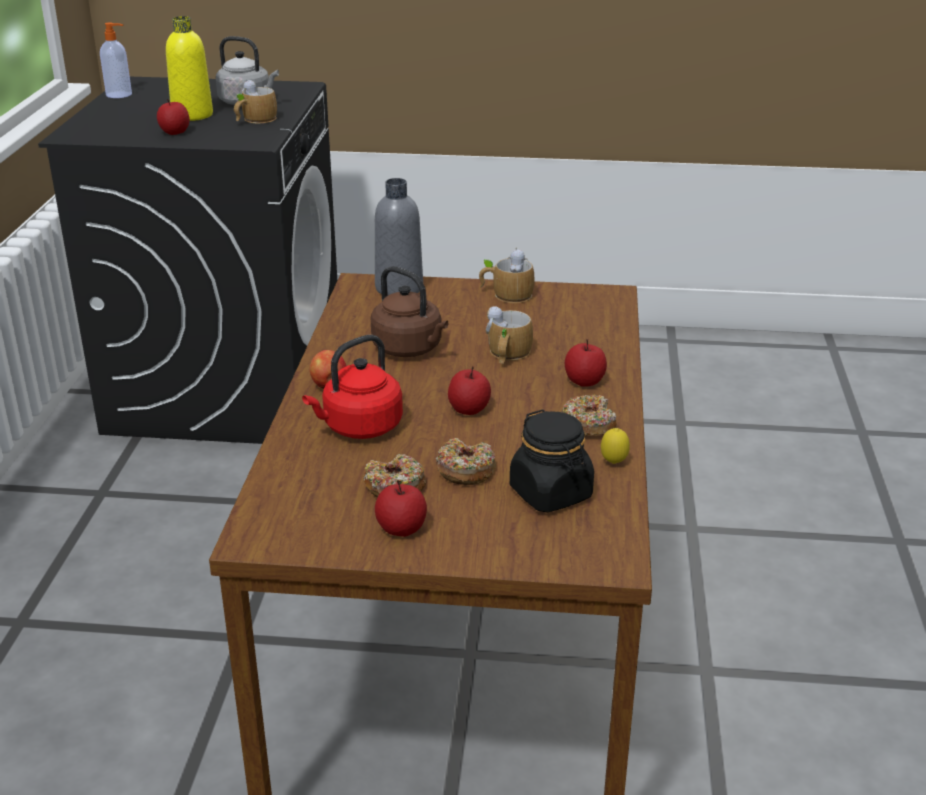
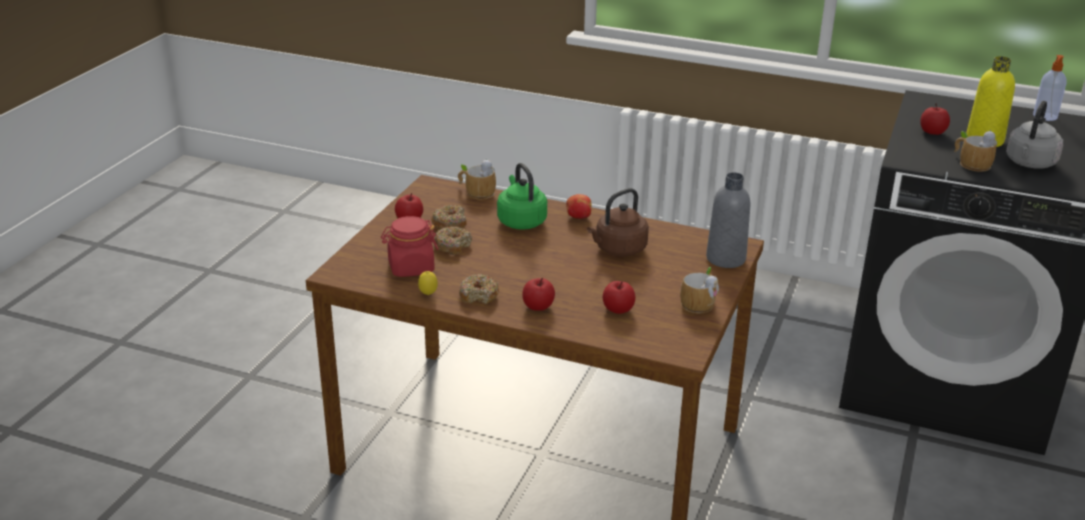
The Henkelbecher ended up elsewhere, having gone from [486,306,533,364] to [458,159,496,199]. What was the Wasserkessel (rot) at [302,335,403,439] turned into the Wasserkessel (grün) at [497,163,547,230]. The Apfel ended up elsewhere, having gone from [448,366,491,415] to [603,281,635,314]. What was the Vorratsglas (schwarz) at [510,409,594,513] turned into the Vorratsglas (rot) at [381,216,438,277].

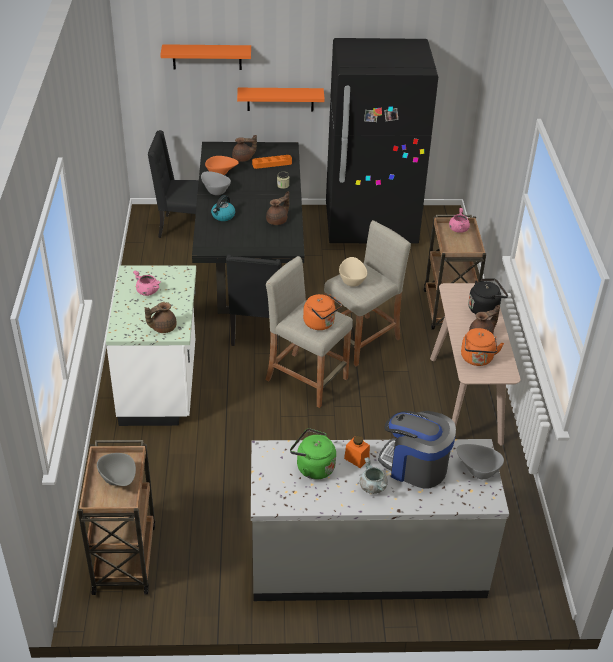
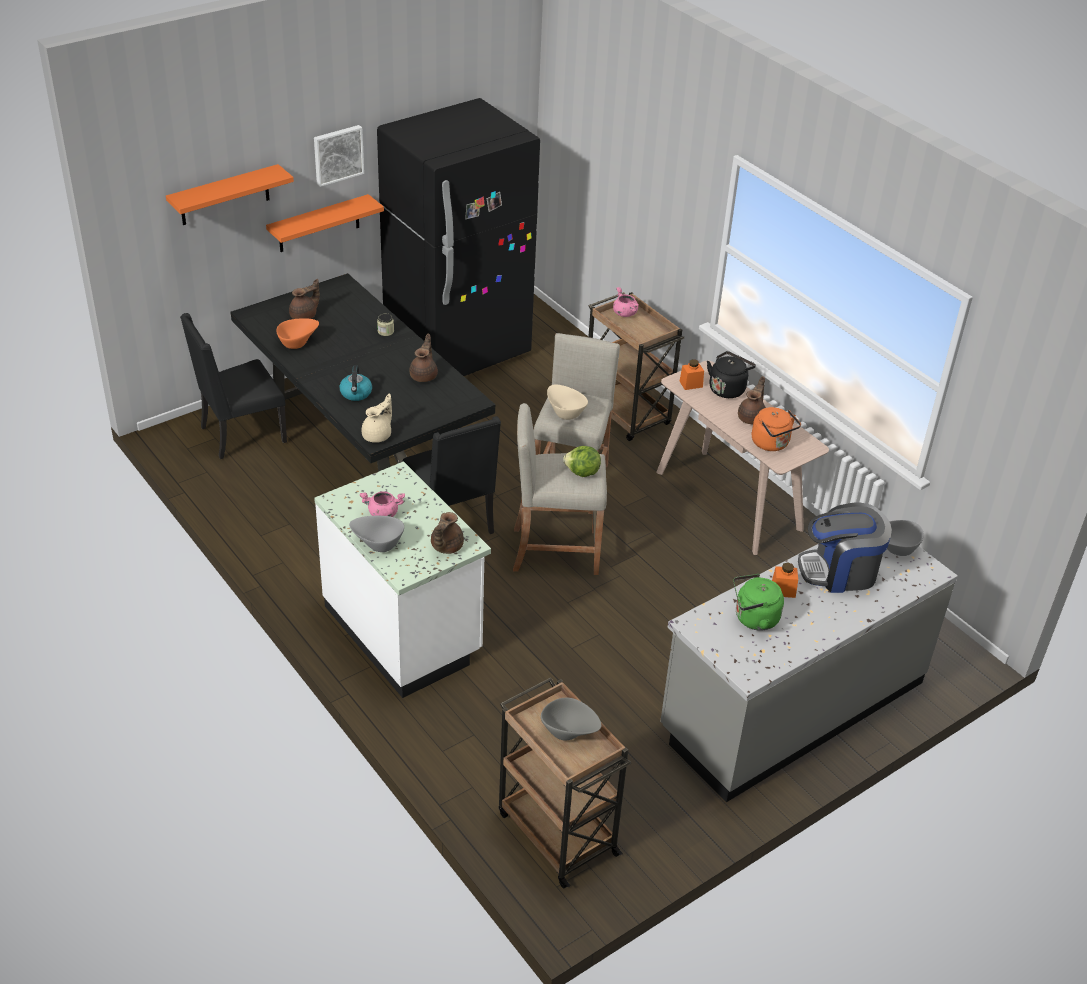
The second view lost the Tablett (orange) at [252,155,292,169]. The Schüssel (grau) ended up elsewhere, having gone from [201,171,231,195] to [349,516,404,552]. Where the Wasserkessel (orange) stood at [303,294,342,330], the Salatkopf came to stand at [563,446,601,477]. The second view lost the Kochtopf (grau) at [359,457,388,494]. The second view gained the Bild at [314,125,364,187]. The second view gained the Vorratsglas (orange) at [679,359,704,390]. The second view gained the Teekanne (beige) at [362,394,392,443].

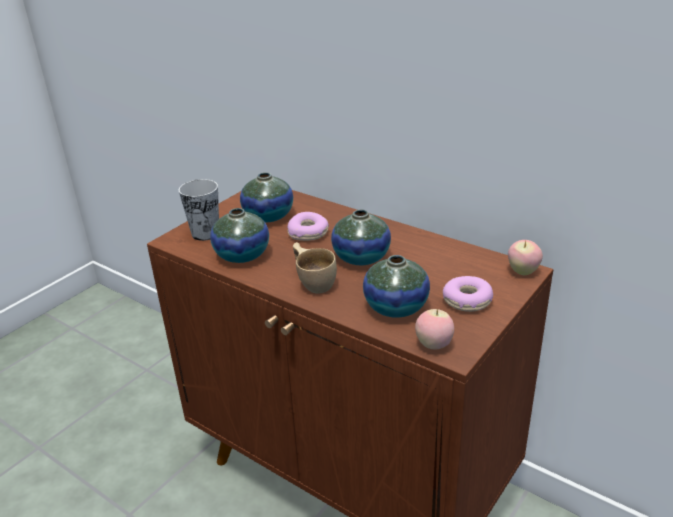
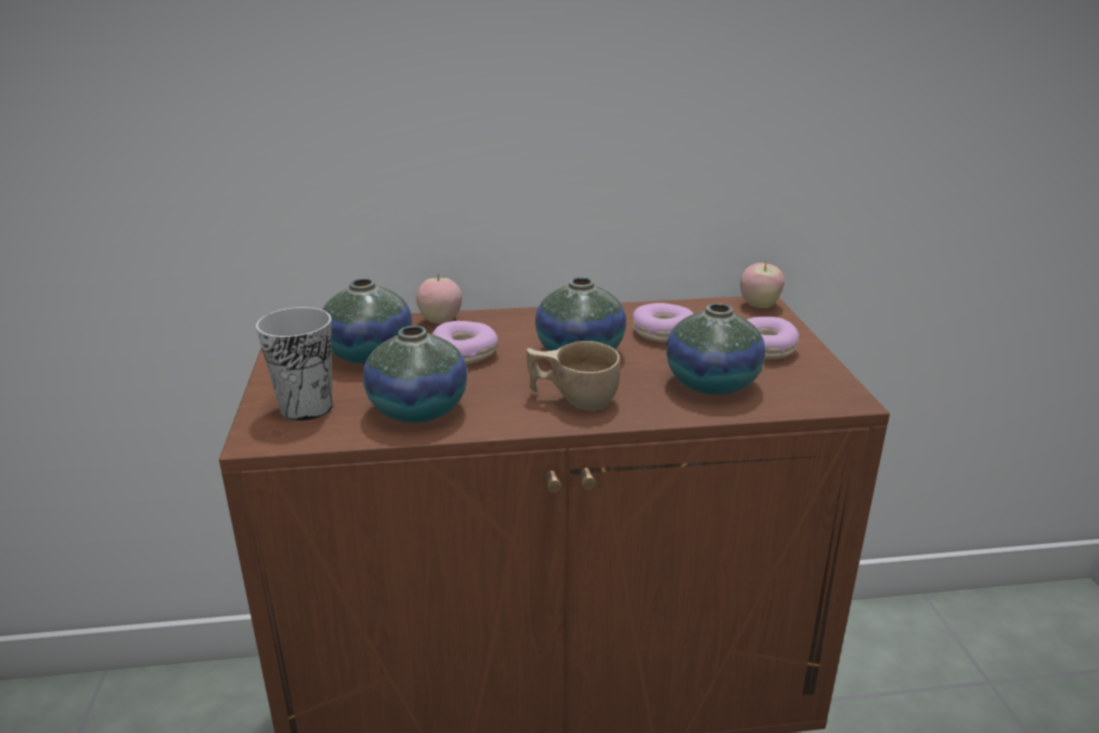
The Apfel ended up elsewhere, having gone from [415,309,454,349] to [416,273,462,324]. The second view gained the Donut at [633,303,693,343].

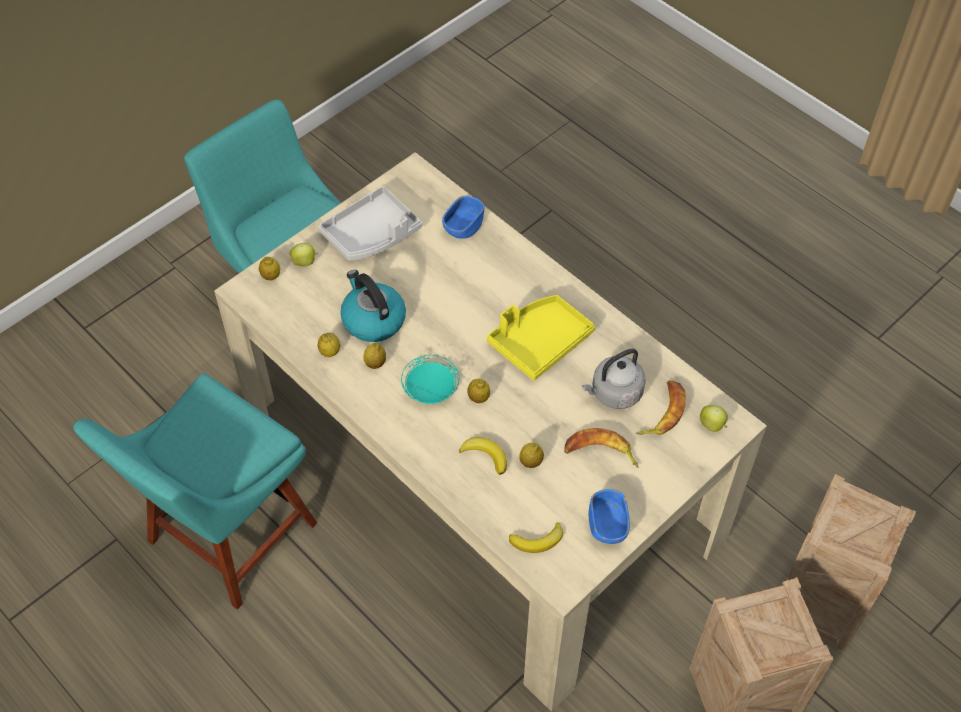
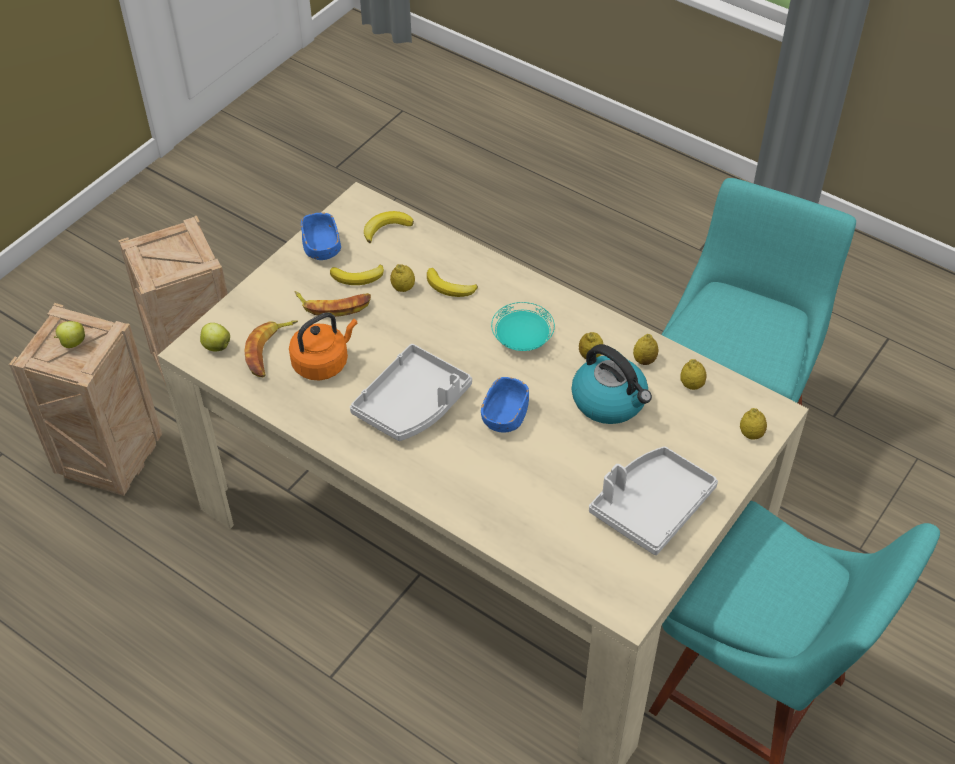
The Schüssel (blau) ended up elsewhere, having gone from [442,196,485,239] to [481,377,529,433]. The Apfel ended up elsewhere, having gone from [290,243,318,266] to [54,321,85,348]. What was the Tablett (gelb) at [487,295,595,380] turned into the Tablett (grau) at [350,344,472,441]. What was the Wasserkessel (grau) at [582,349,646,409] turned into the Wasserkessel (orange) at [289,312,357,380]. The Zitrone ended up elsewhere, having gone from [467,379,490,403] to [680,359,706,390]. The second view gained the Banane at [330,265,384,285].

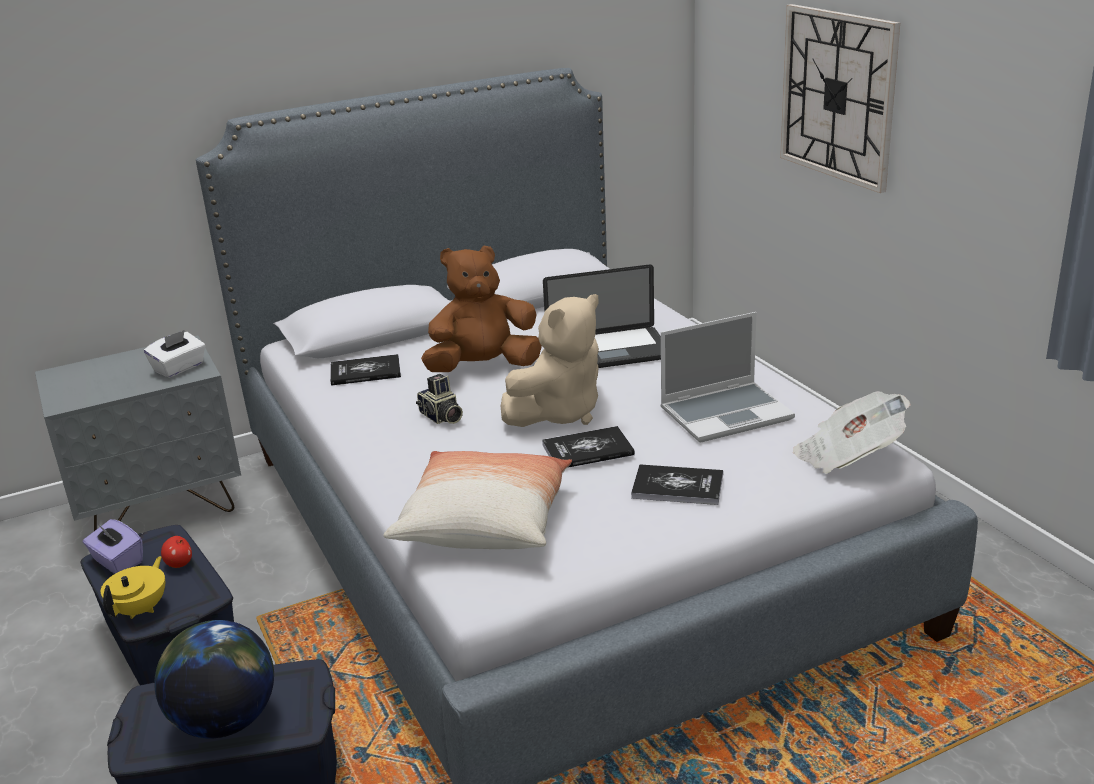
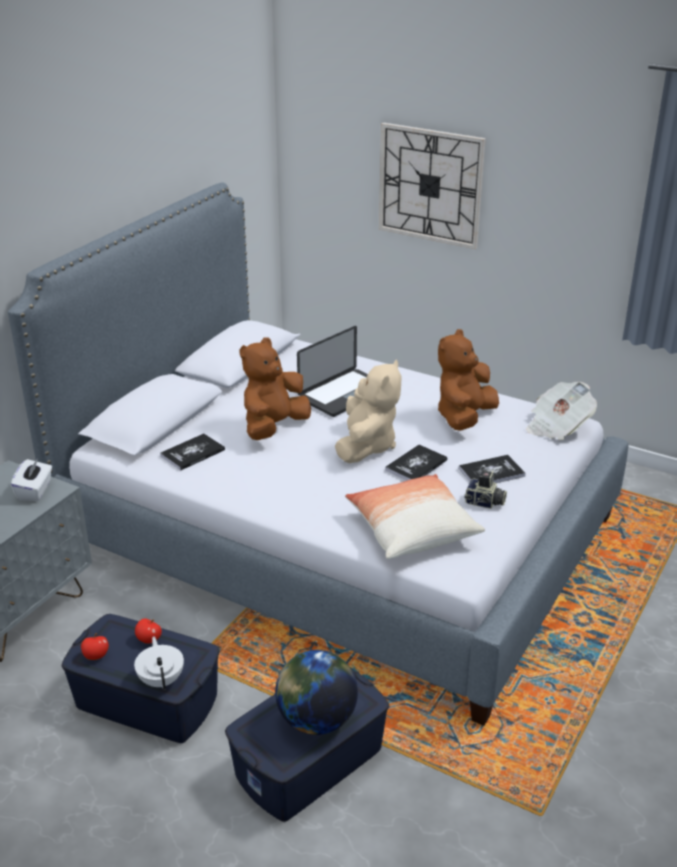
Where the Laptop stood at [661,312,795,443], the Plüschtier (braun) came to stand at [438,329,499,431]. The Kamera ended up elsewhere, having gone from [416,374,463,424] to [464,471,507,509]. Where the Taschentuchbox (lila) stood at [83,519,143,574], the Apfel came to stand at [81,633,109,660]. What was the Teekanne (gelb) at [101,556,165,619] turned into the Teekanne (weiß) at [134,636,184,690].

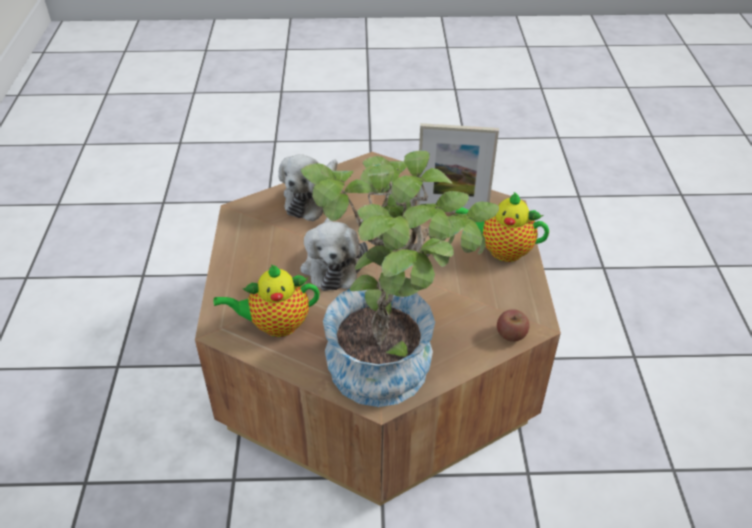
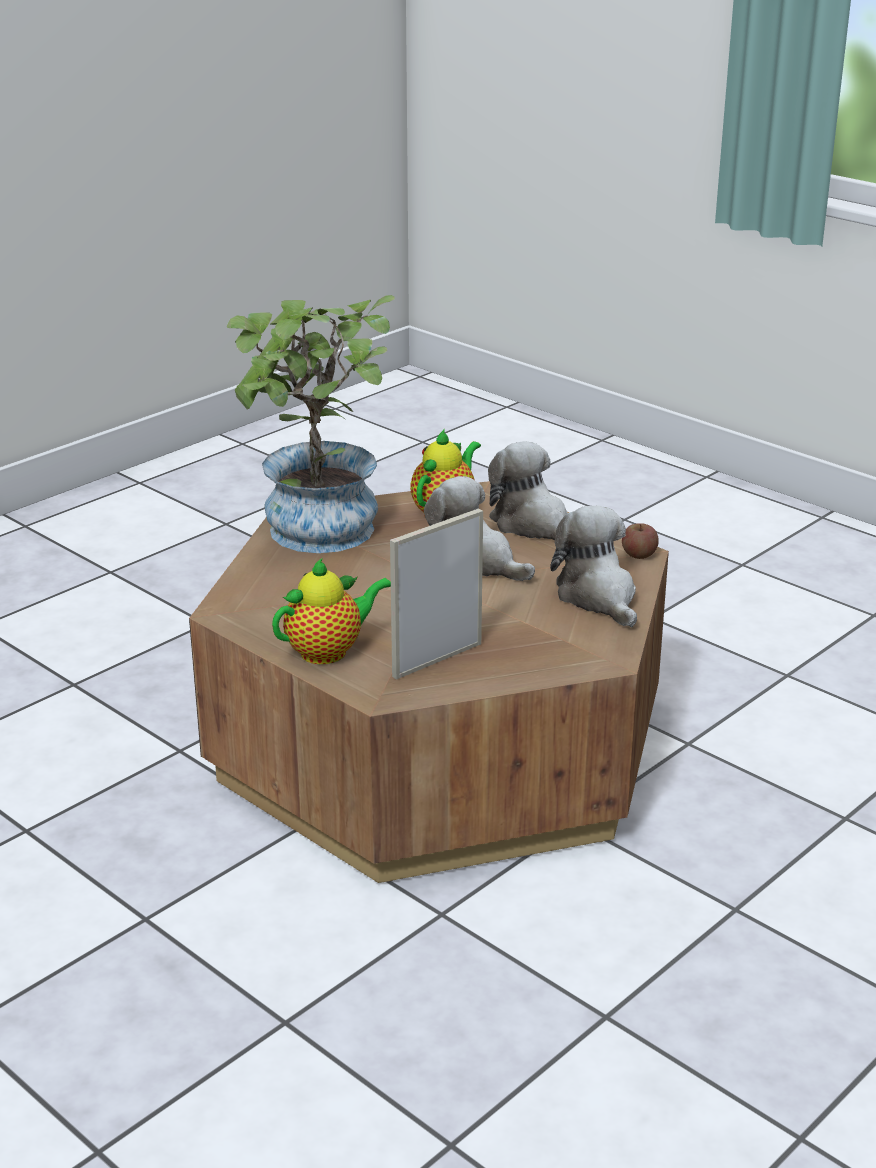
The Apfel ended up elsewhere, having gone from [497,309,529,342] to [622,523,659,559]. The second view gained the Plüschtier at [488,441,567,540].

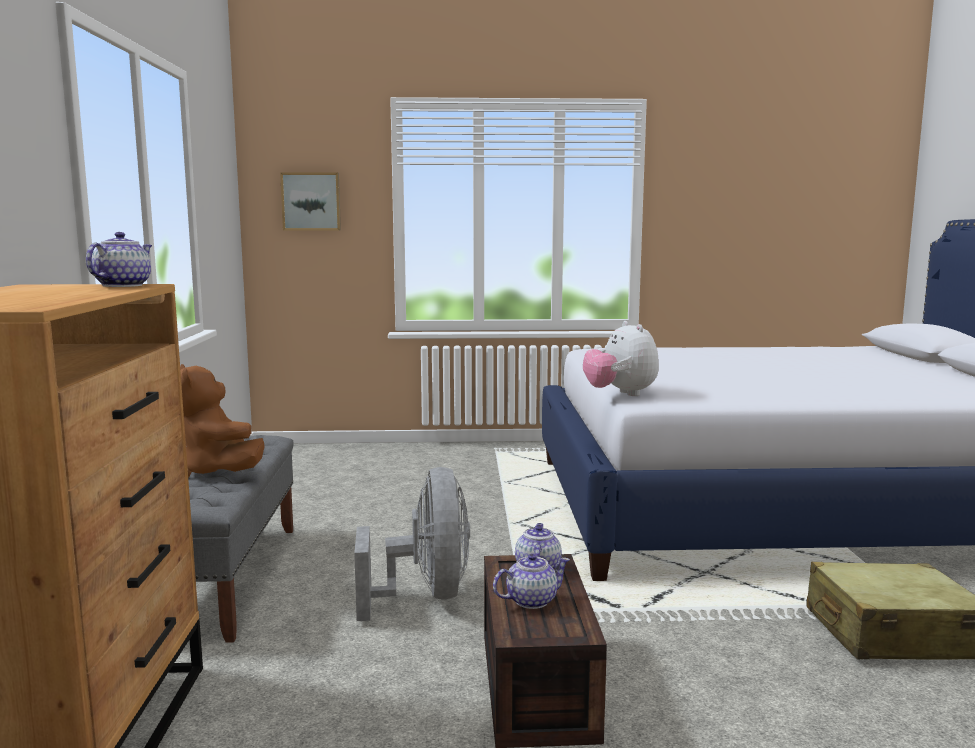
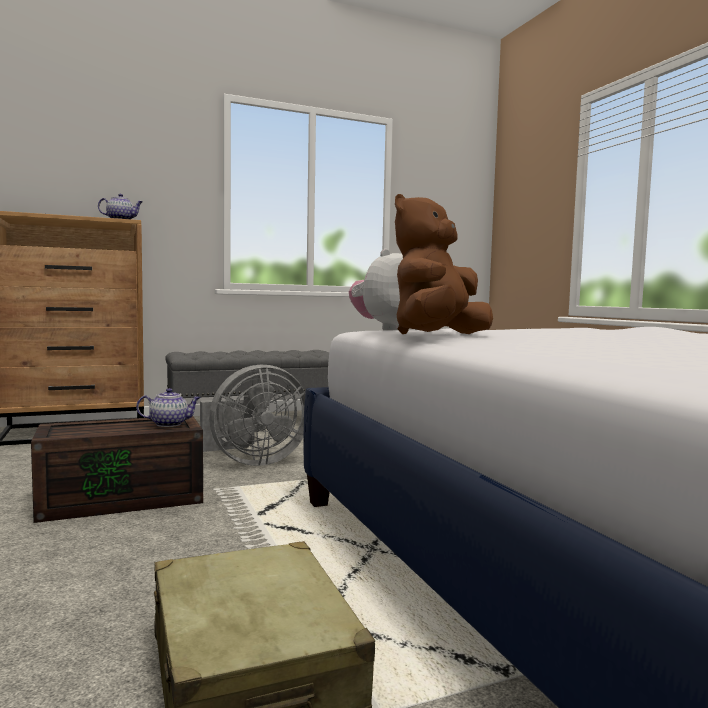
The second view lost the Bild at [280,172,341,231]. The Plüschtier (braun) ended up elsewhere, having gone from [180,364,265,478] to [395,194,493,334]. The second view lost the Teekanne at [493,554,570,609].

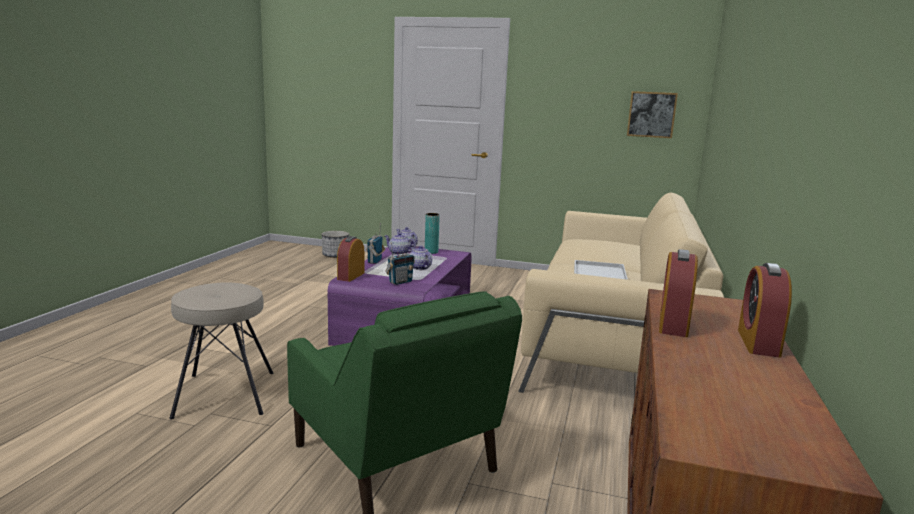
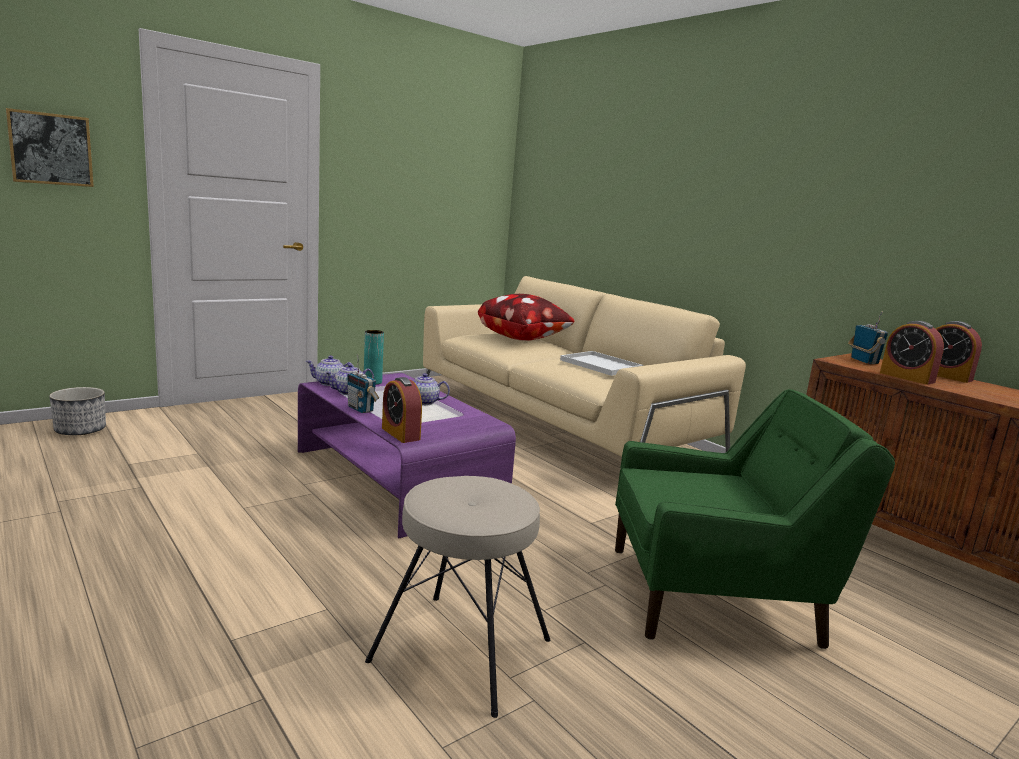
The Bild ended up elsewhere, having gone from [627,91,678,138] to [6,108,94,187]. The Radio ended up elsewhere, having gone from [385,243,415,285] to [848,311,888,364]. The second view gained the Kissen at [478,294,574,341].

